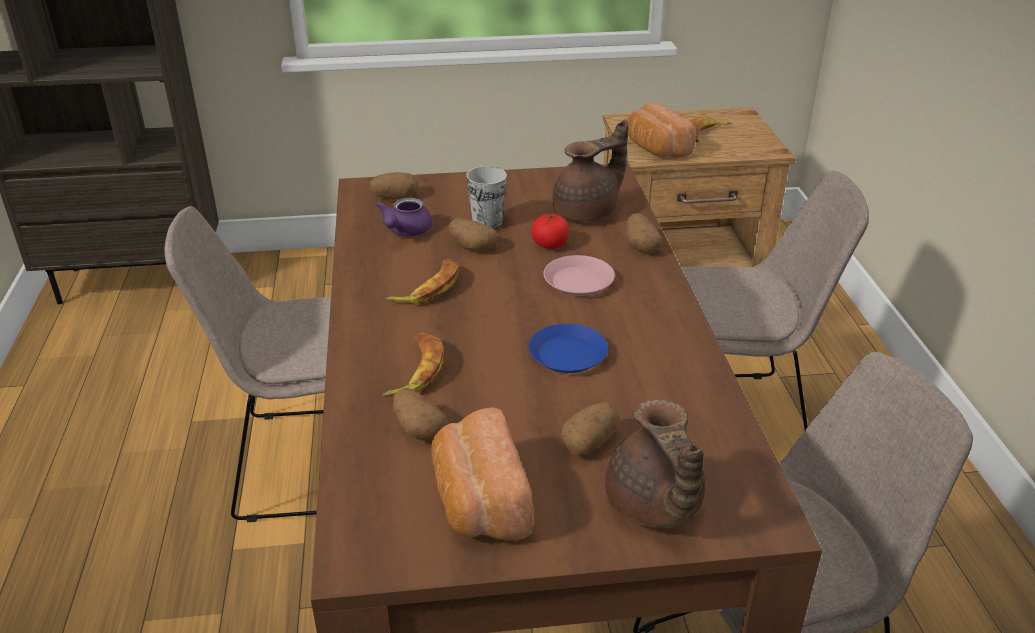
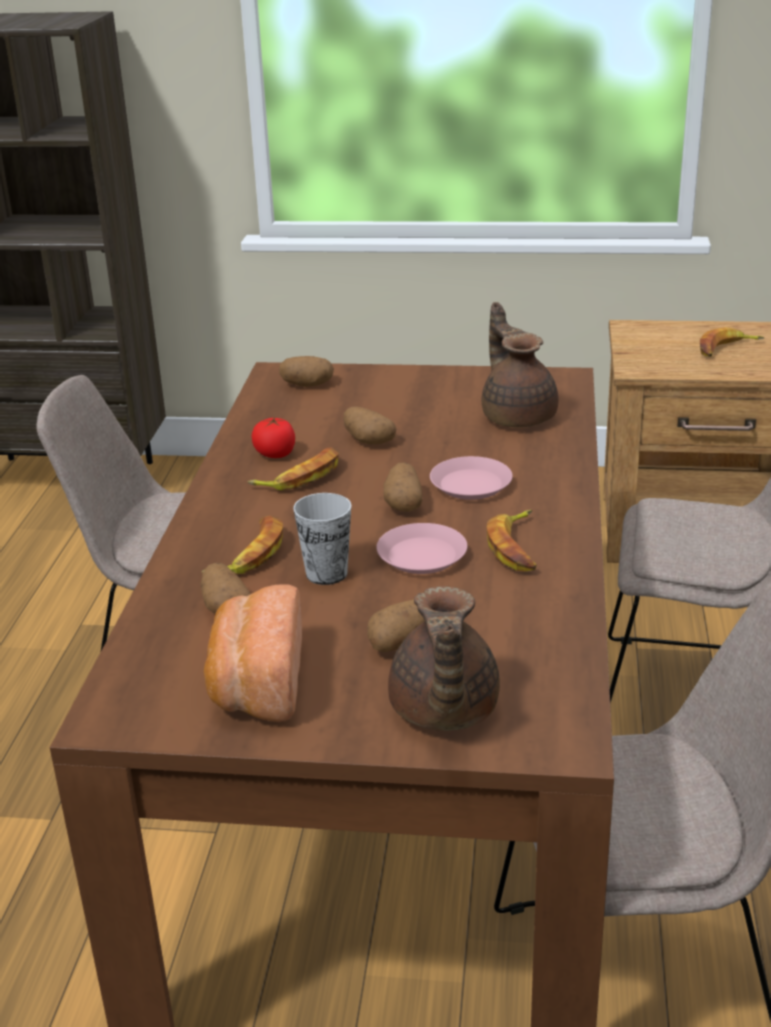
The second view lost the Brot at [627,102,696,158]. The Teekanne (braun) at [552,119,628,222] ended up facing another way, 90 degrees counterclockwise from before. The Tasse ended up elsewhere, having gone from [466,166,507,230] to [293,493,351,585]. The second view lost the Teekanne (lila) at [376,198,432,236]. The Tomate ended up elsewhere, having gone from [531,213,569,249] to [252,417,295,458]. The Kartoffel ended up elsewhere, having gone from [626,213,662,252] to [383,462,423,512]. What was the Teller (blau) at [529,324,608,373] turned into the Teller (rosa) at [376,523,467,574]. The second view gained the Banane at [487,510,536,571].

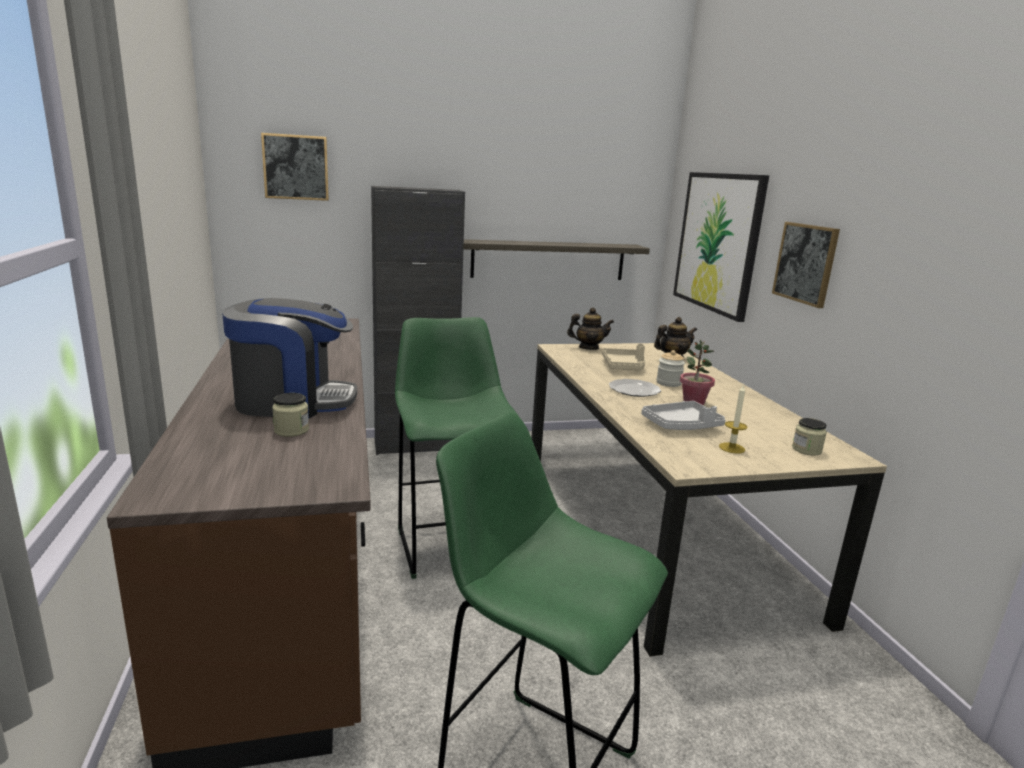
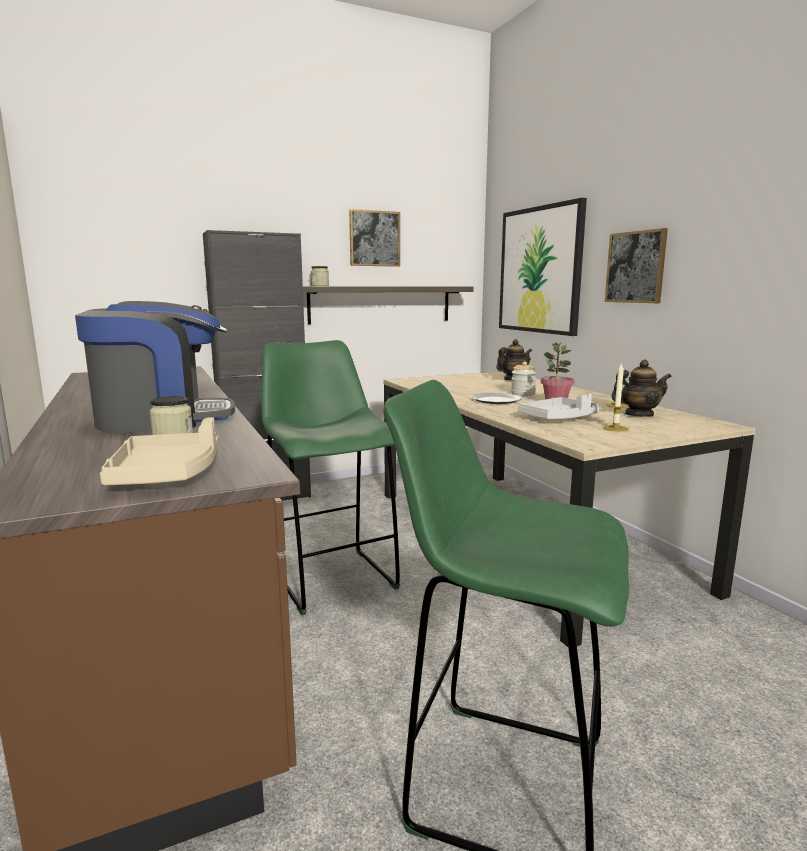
The Bild ended up elsewhere, having gone from [261,133,329,201] to [349,209,400,267]. The Teekanne ended up elsewhere, having gone from [567,308,614,350] to [611,360,672,417]. The Tablett (beige) ended up elsewhere, having gone from [602,344,645,370] to [100,417,218,486]. The Vorratsglas ended up elsewhere, having gone from [792,418,827,455] to [311,266,329,286].

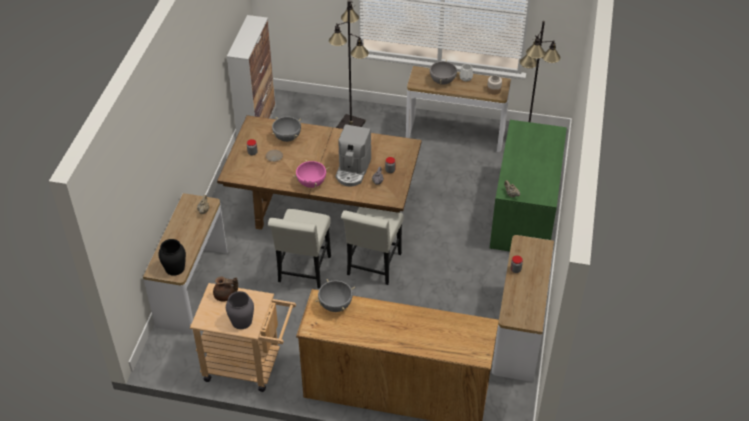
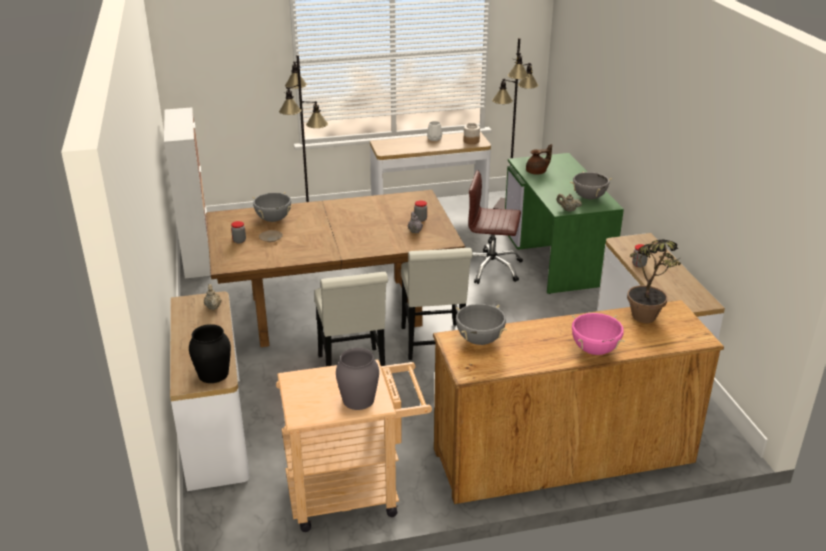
The Kochtopf (grau) ended up elsewhere, having gone from [427,60,460,85] to [570,171,612,199]. The second view lost the Kaffeemaschine at [336,124,371,186]. The Kochtopf (rosa) ended up elsewhere, having gone from [293,160,329,188] to [572,313,625,355]. The Teekanne (braun) ended up elsewhere, having gone from [213,276,238,301] to [526,144,552,175]. The second view gained the Bürostuhl (braun) at [468,170,523,284]. The second view gained the Topfpflanze at [627,239,680,323].

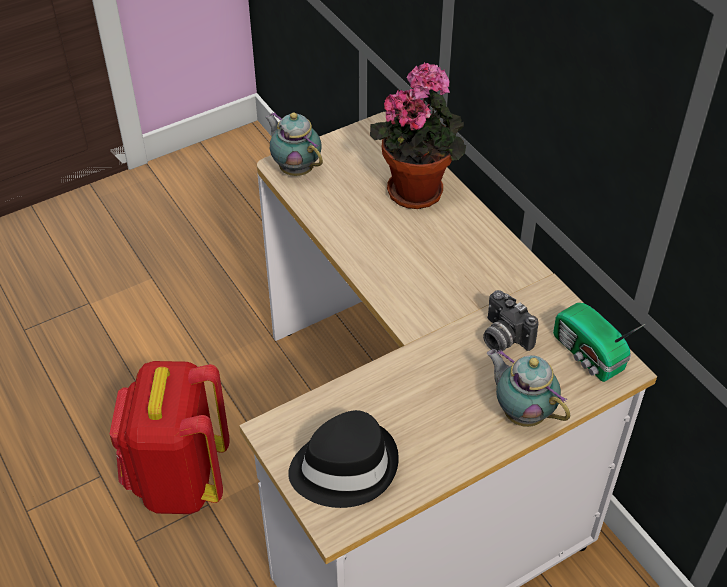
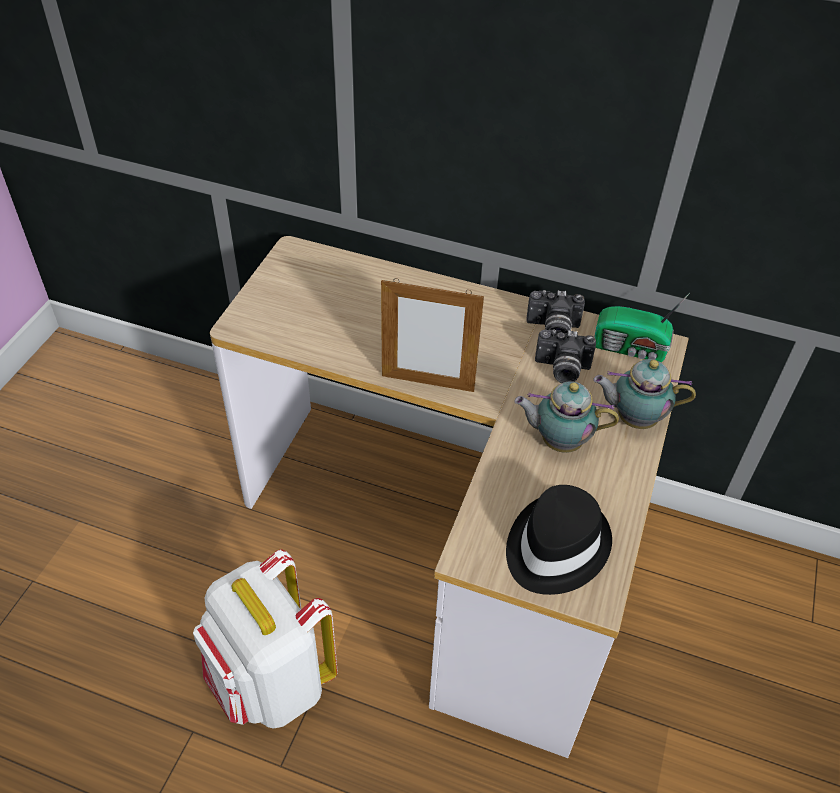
The second view lost the Topfpflanze at [370,62,466,209]. The Teekanne ended up elsewhere, having gone from [265,112,323,176] to [514,381,619,453]. What was the Rucksack (rot) at [109,361,229,514] turned into the Rucksack (weiß) at [193,549,338,729]. The second view gained the Bilderrahmen at [381,278,484,392]. The second view gained the Kamera at [526,290,585,334].

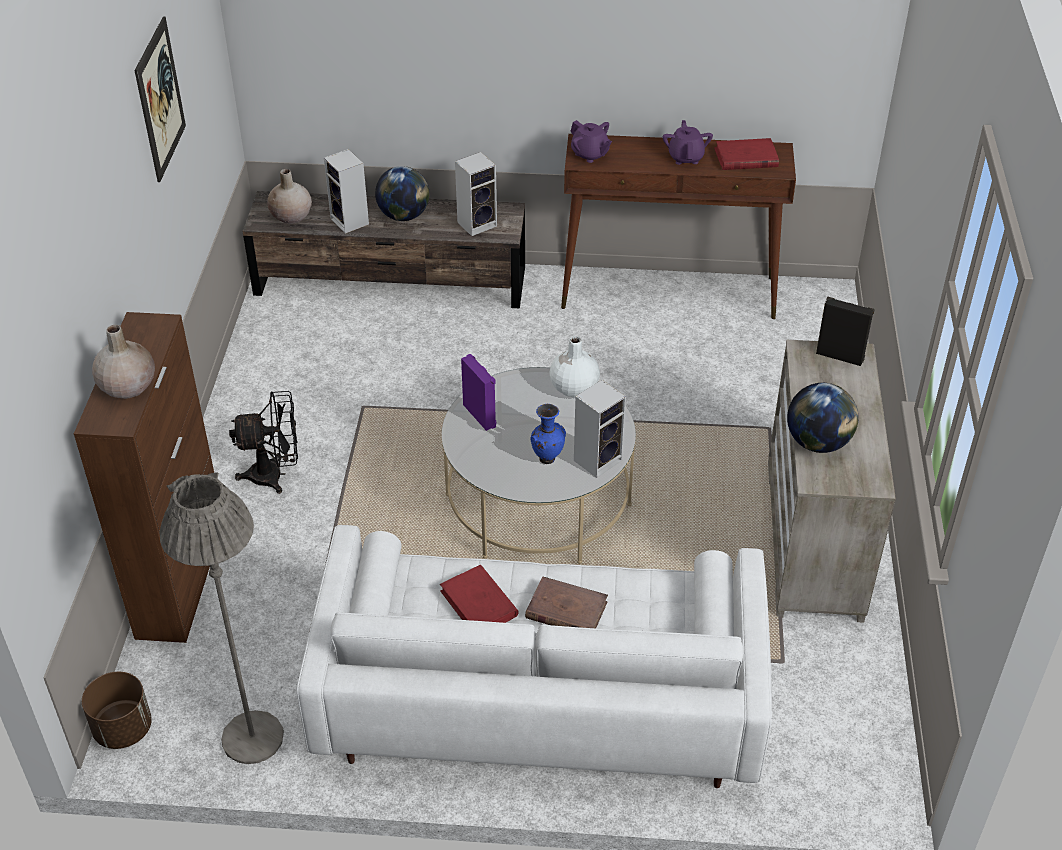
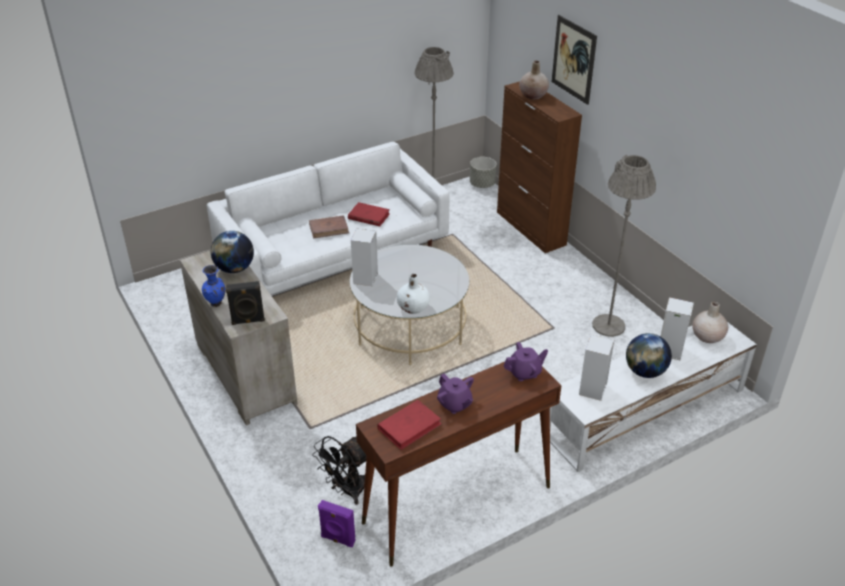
The Bild ended up elsewhere, having gone from [135,17,186,182] to [552,15,597,105]. The Teekanne (lila) at [571,120,612,163] ended up facing another way, 150 degrees clockwise from before. What was the Fernsehschrank (braun) at [243,191,525,308] turned into the Fernsehschrank (weiß) at [550,323,757,472]. The Lautsprecher (lila) ended up elsewhere, having gone from [461,354,496,431] to [318,500,356,547]. The Ventilator (schwarz) ended up elsewhere, having gone from [229,391,298,494] to [312,436,367,505]. The Vase (blau) ended up elsewhere, having gone from [530,404,566,464] to [202,265,225,307]. What was the Pflanzkübel (braun) at [82,672,152,749] turned into the Pflanzkübel (grau) at [470,157,497,188]. The second view gained the Stehlampe (grau) at [592,155,656,337].

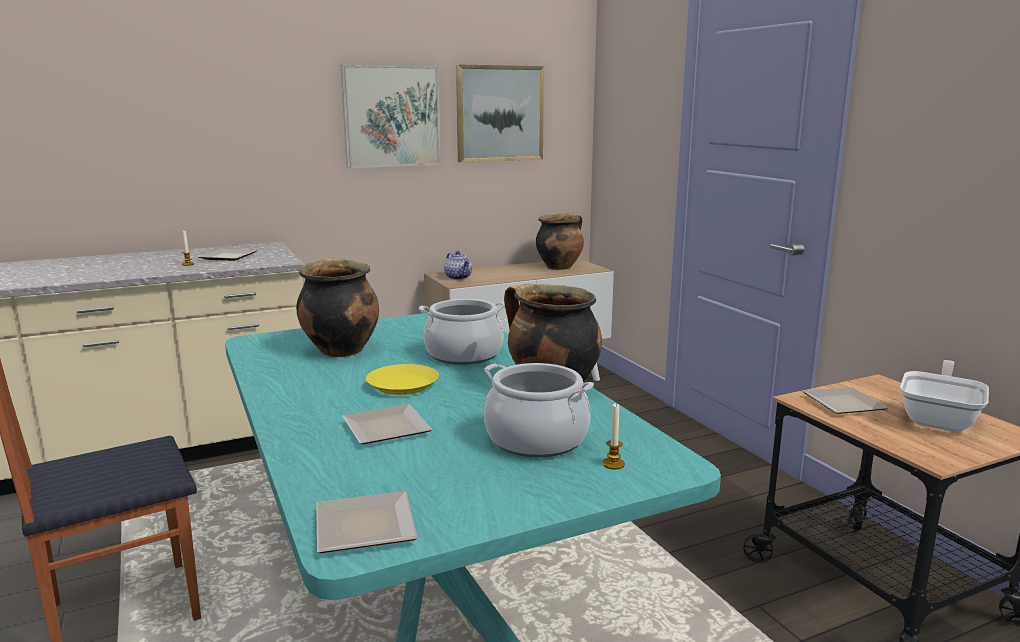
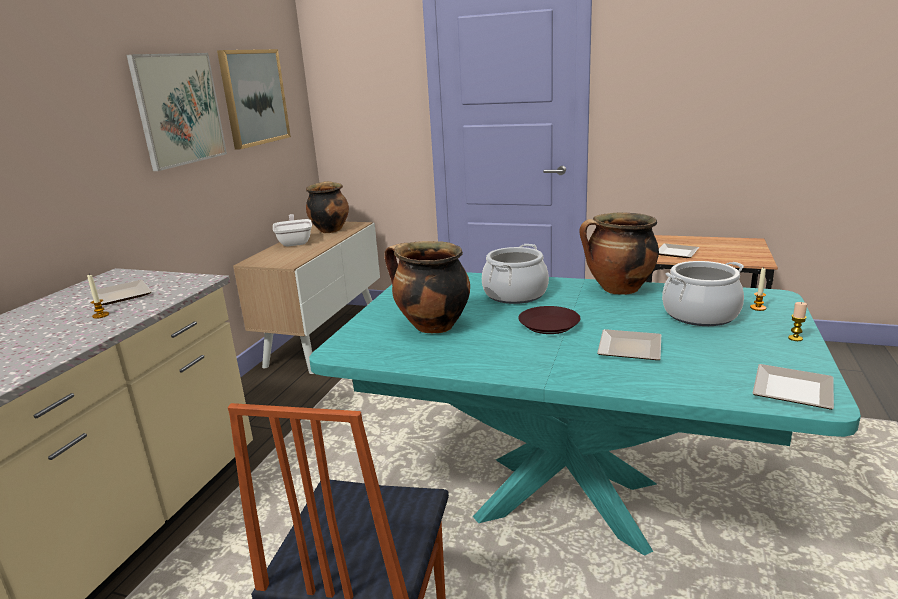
The second view lost the Teekanne at [444,251,472,280]. The Pfanne ended up elsewhere, having gone from [900,360,989,432] to [273,214,312,247]. What was the Teller (gelb) at [366,364,439,395] turned into the Teller (braun) at [518,306,581,334]. The second view gained the Kerze at [788,302,807,341].

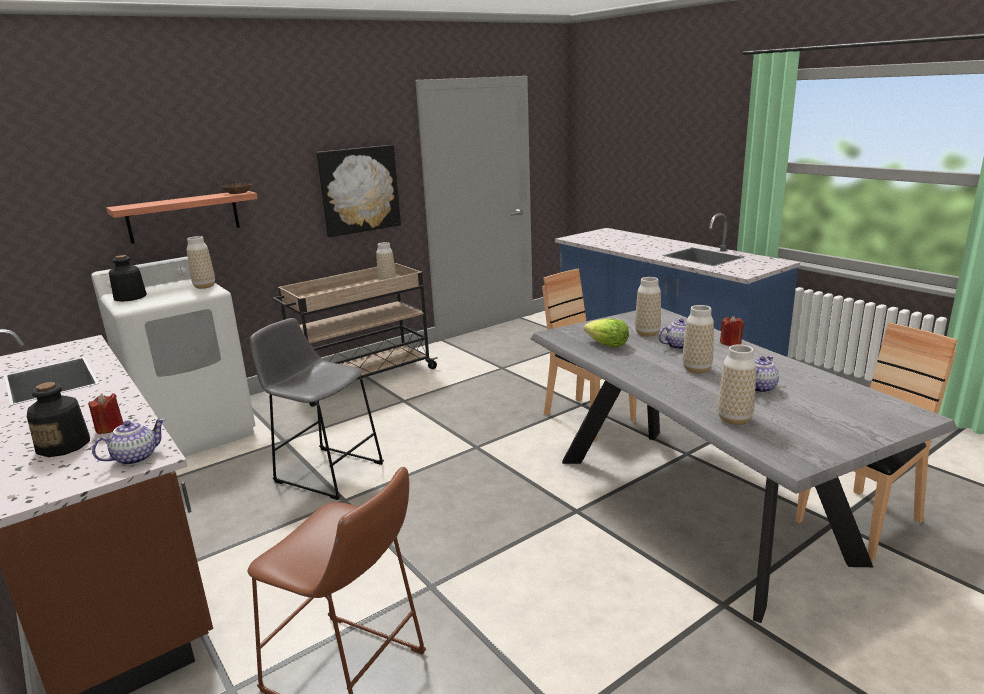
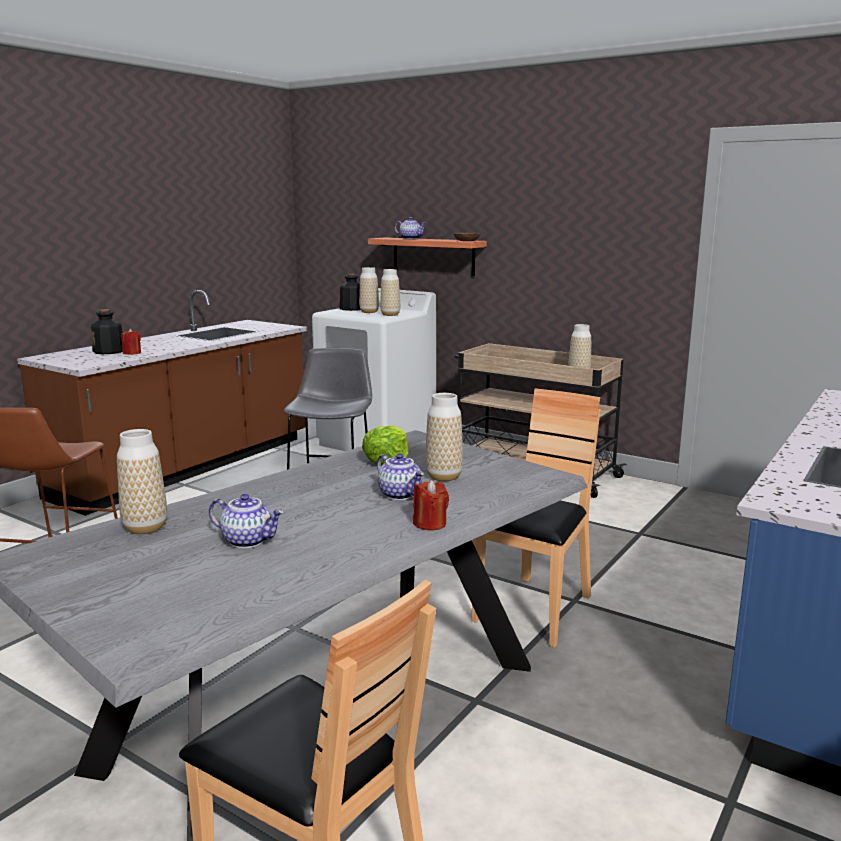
The second view lost the Bild at [317,145,401,237]. The Vase ended up elsewhere, having gone from [682,305,714,374] to [359,267,379,313]. The Teekanne ended up elsewhere, having gone from [92,418,165,465] to [394,217,426,239].

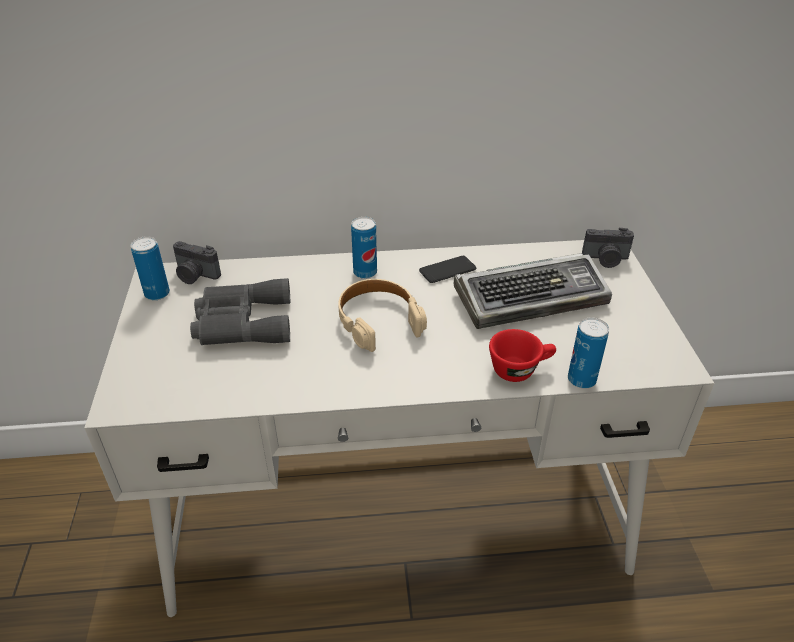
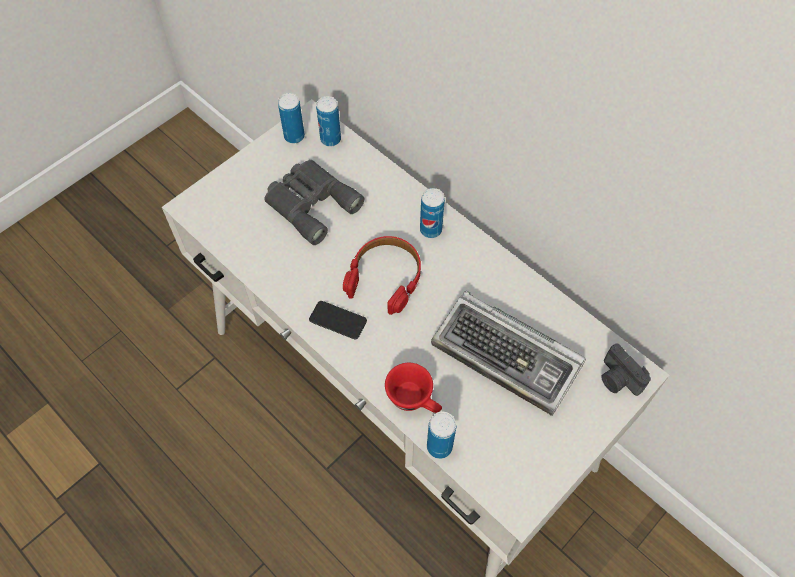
Where the Kamera stood at [173,241,221,284], the Dose came to stand at [316,96,341,147]. The Handy ended up elsewhere, having gone from [419,256,476,283] to [309,301,367,339]. What was the Kopfhörer (beige) at [338,279,427,352] turned into the Kopfhörer (rot) at [343,236,421,315].

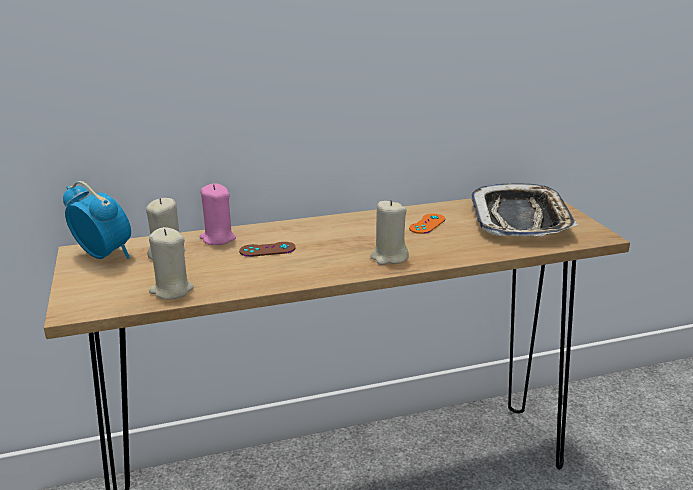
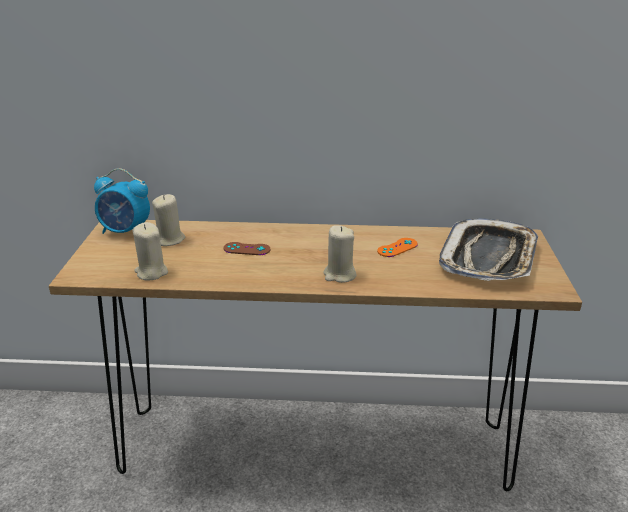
The Wecker at [63,181,131,259] ended up facing another way, 135 degrees clockwise from before. The second view lost the Kerze (rosa) at [200,183,236,245].

